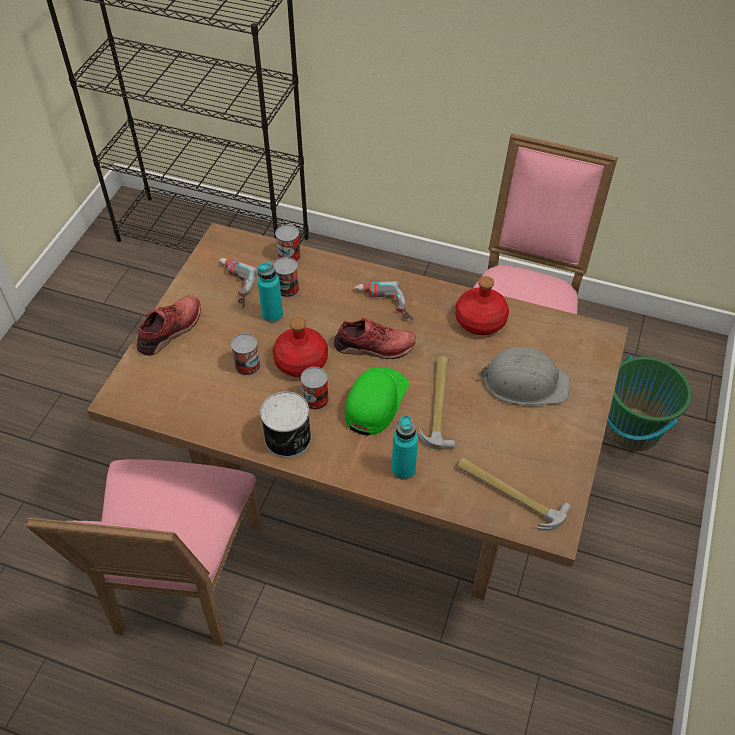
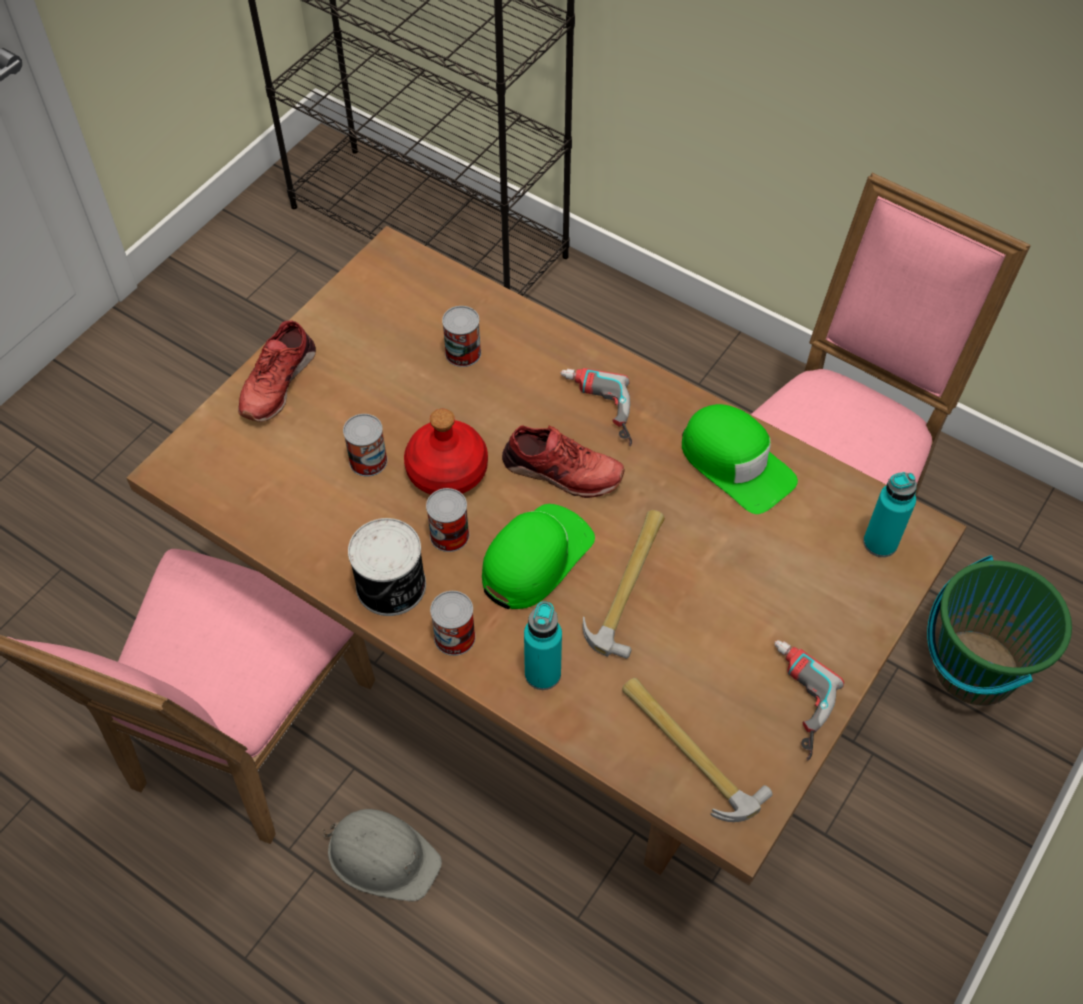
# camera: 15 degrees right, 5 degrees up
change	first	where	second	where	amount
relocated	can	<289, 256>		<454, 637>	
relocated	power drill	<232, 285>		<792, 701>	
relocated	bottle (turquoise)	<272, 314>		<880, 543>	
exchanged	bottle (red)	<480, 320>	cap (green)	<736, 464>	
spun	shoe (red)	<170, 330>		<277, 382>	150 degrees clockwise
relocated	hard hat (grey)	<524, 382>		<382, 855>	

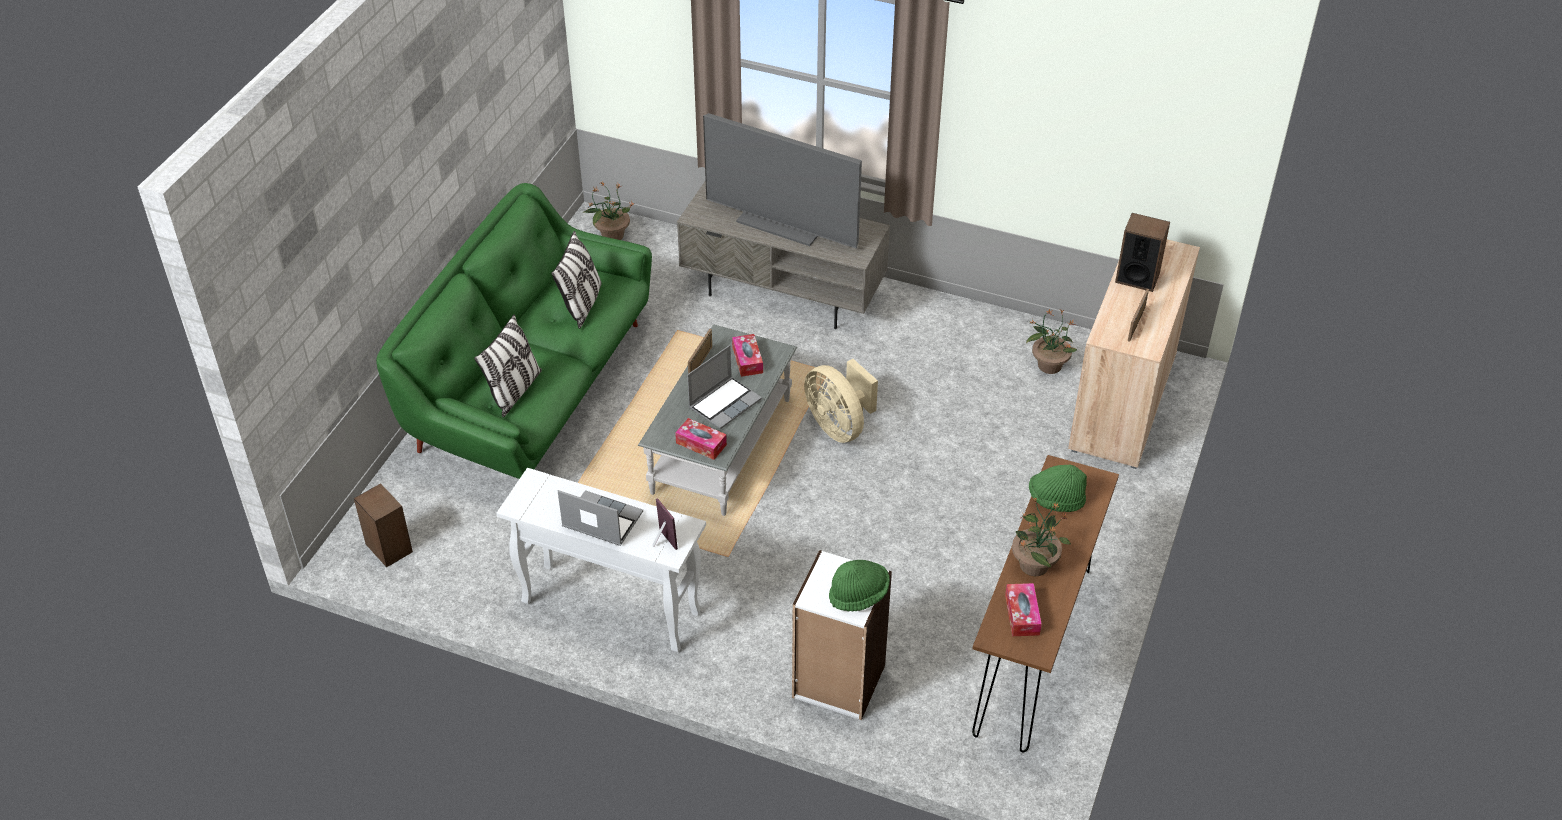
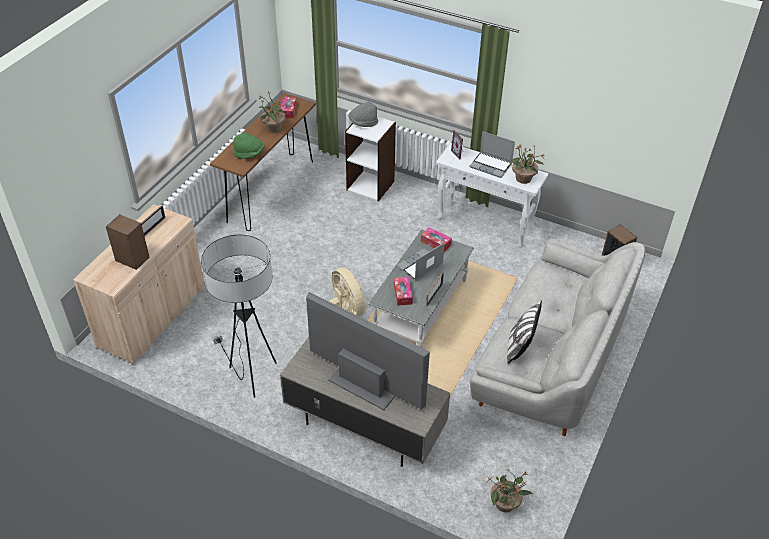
# camera: 175 degrees left, 0 degrees up
change	first	where	second	where	amount
colour	sofa (green)	<532, 388>	sofa (grey)	<549, 359>	
relocated	potted plant	<1049, 365>		<523, 179>	
missing	pillow	<514, 391>			
colour	hat (green)	<859, 594>	hat (grey)	<363, 123>	
appeared			floor lamp	<252, 376>	

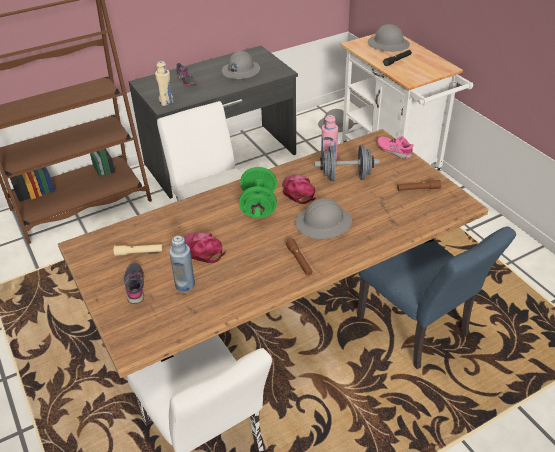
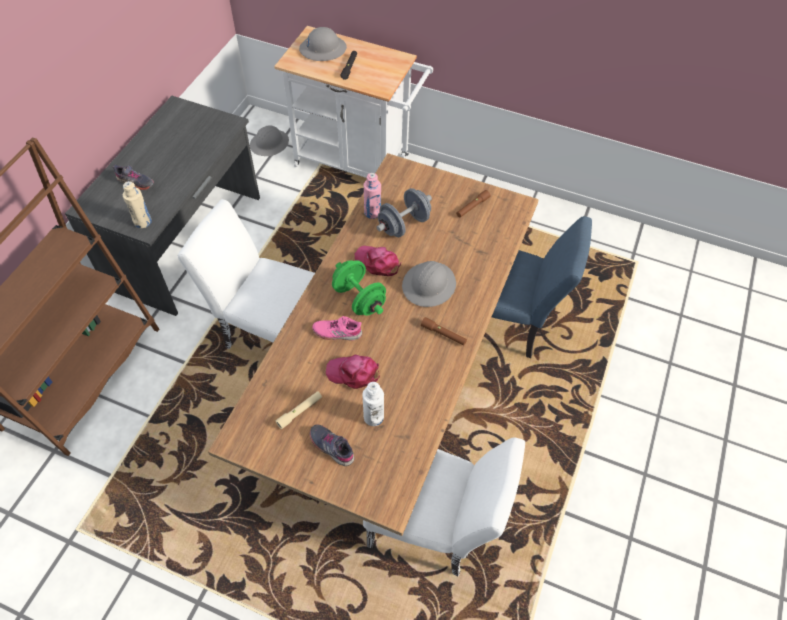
# camera: 40 degrees left, 15 degrees up
change	first	where	second	where	amount
missing	hard hat (grey)	<240, 71>			
relocated	shoe (pink)	<394, 150>		<337, 332>	
colour	bottle (blue)	<185, 284>	bottle (white)	<373, 417>	

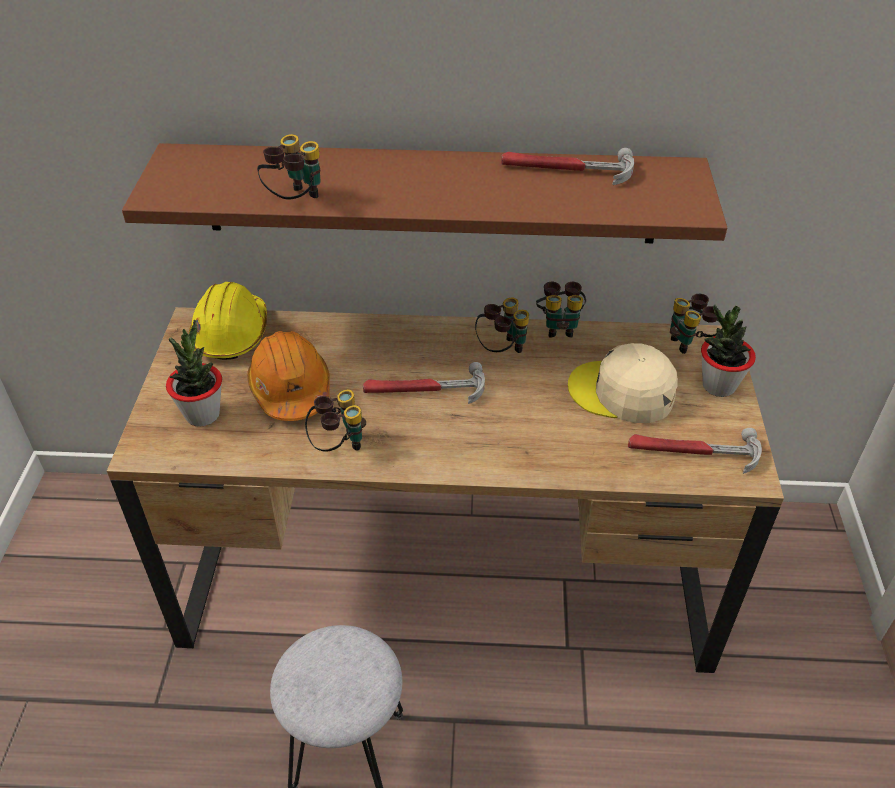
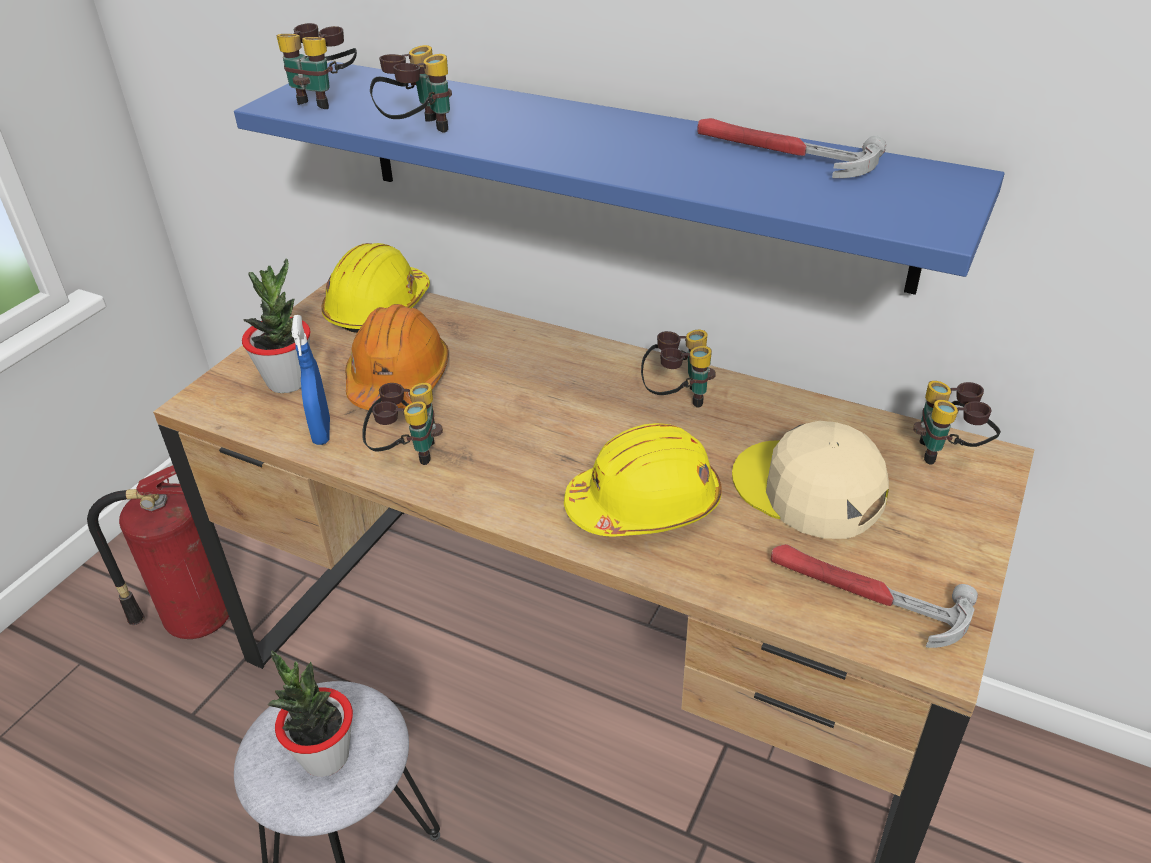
# camera: 25 degrees right, 5 degrees down
change	first	where	second	where	amount
colour	shelf (brown)	<430, 194>	shelf (blue)	<623, 171>	
relocated	binoculars	<559, 327>		<325, 99>	
relocated	potted plant	<718, 386>		<325, 756>	
missing	hammer	<424, 390>			
appeared			spray bottle (blue)	<322, 432>	
appeared			hard hat (yellow)	<645, 505>	
appeared			fire extinguisher	<195, 618>	

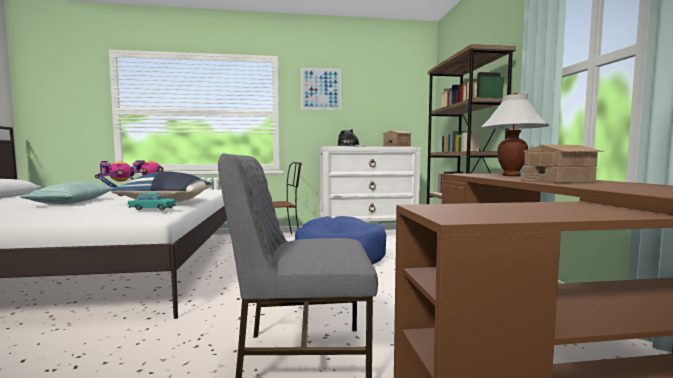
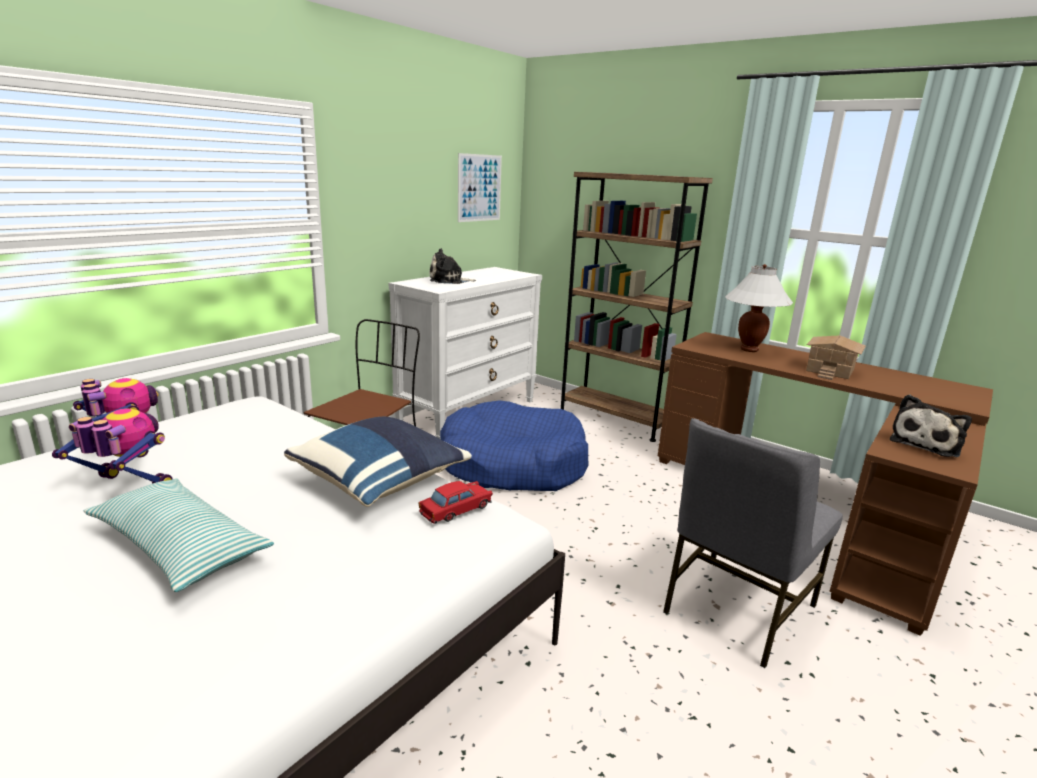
# camera: 45 degrees left, 15 degrees up
change	first	where	second	where	amount
relocated	picture	<321, 89>		<479, 188>	
missing	toy house	<397, 146>			
colour	toy car (turquoise)	<152, 209>	toy car (red)	<456, 509>	
appeared			plush toy	<927, 444>	

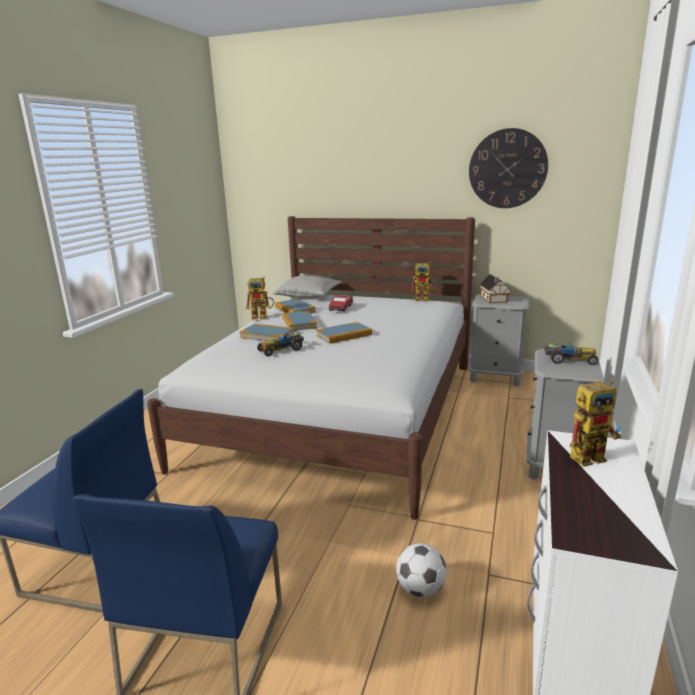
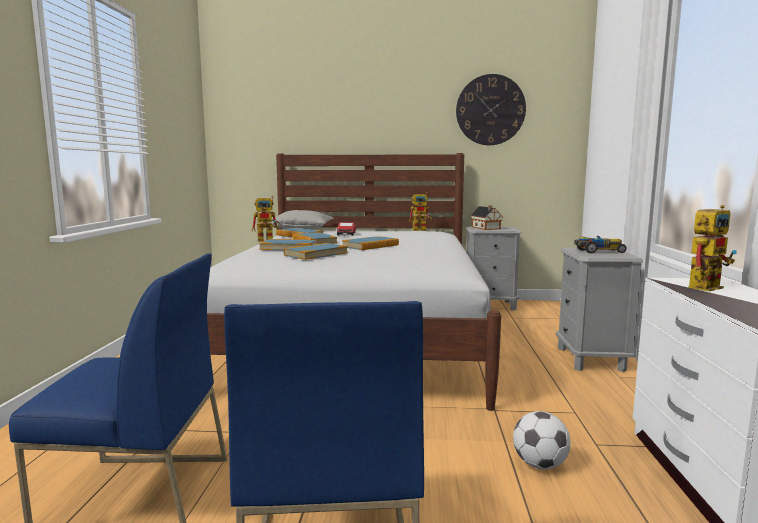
# camera: 15 degrees left, 10 degrees down
change	first	where	second	where	amount
exchanged	toy car	<282, 349>	book	<316, 254>	

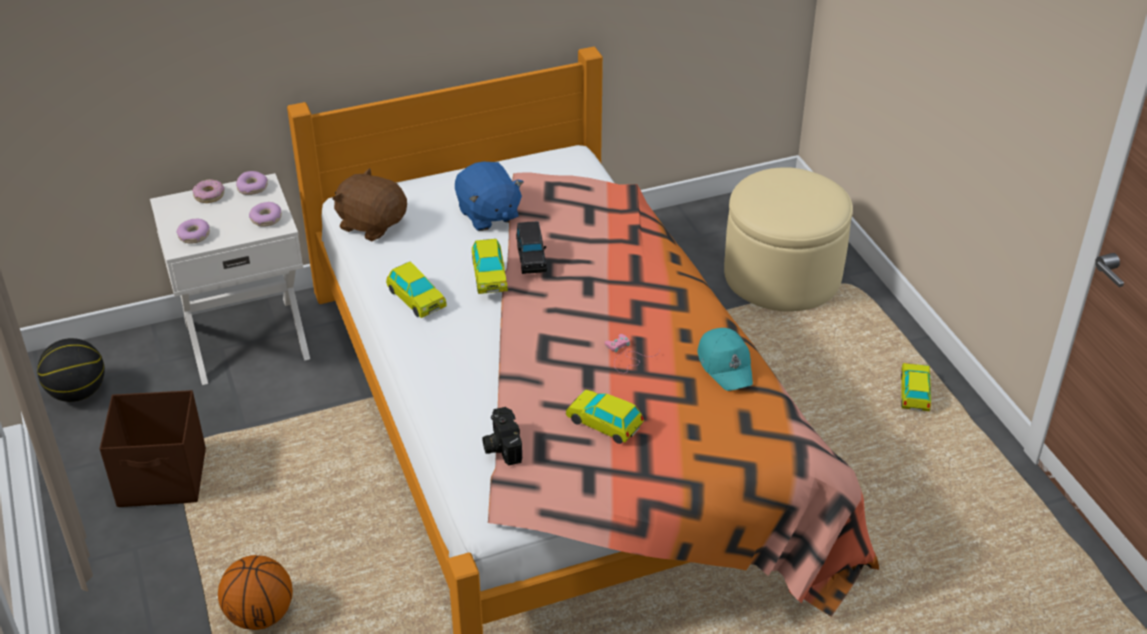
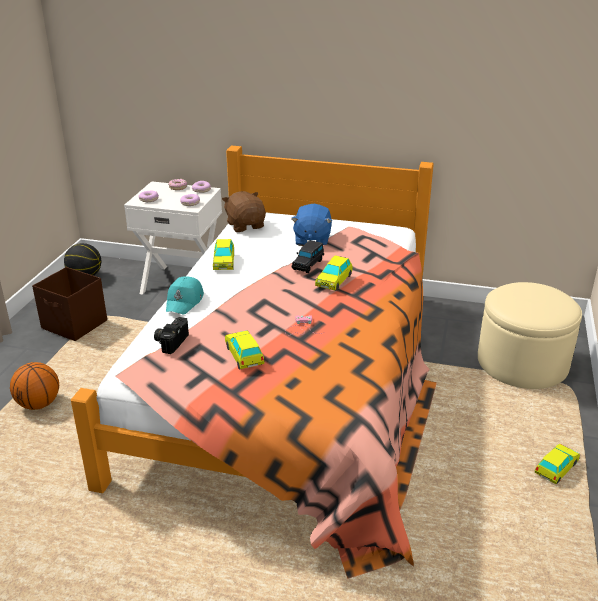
# camera: 35 degrees right, 10 degrees down
change	first	where	second	where	amount
relocated	toy car	<489, 276>		<334, 281>	
relocated	cap (turquoise)	<726, 365>		<185, 301>	

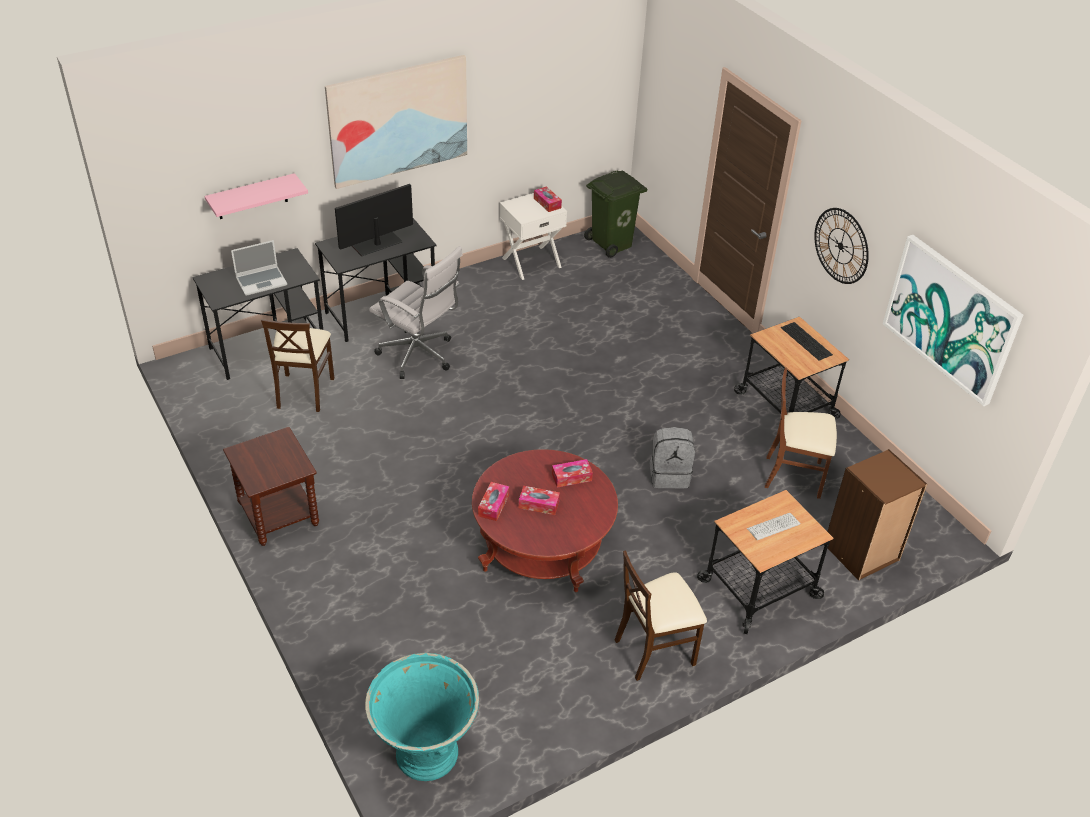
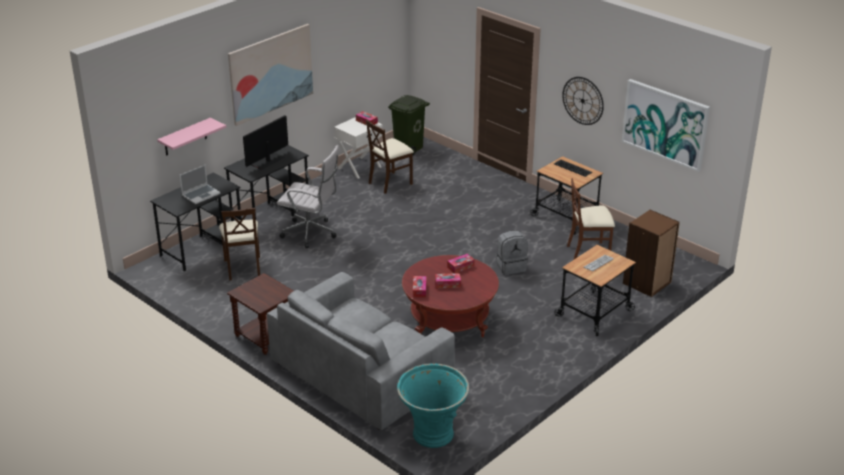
# camera: 15 degrees left, 10 degrees down
change	first	where	second	where	amount
relocated	chair (beige)	<655, 650>		<390, 183>	
appeared			sofa (grey)	<360, 372>	

